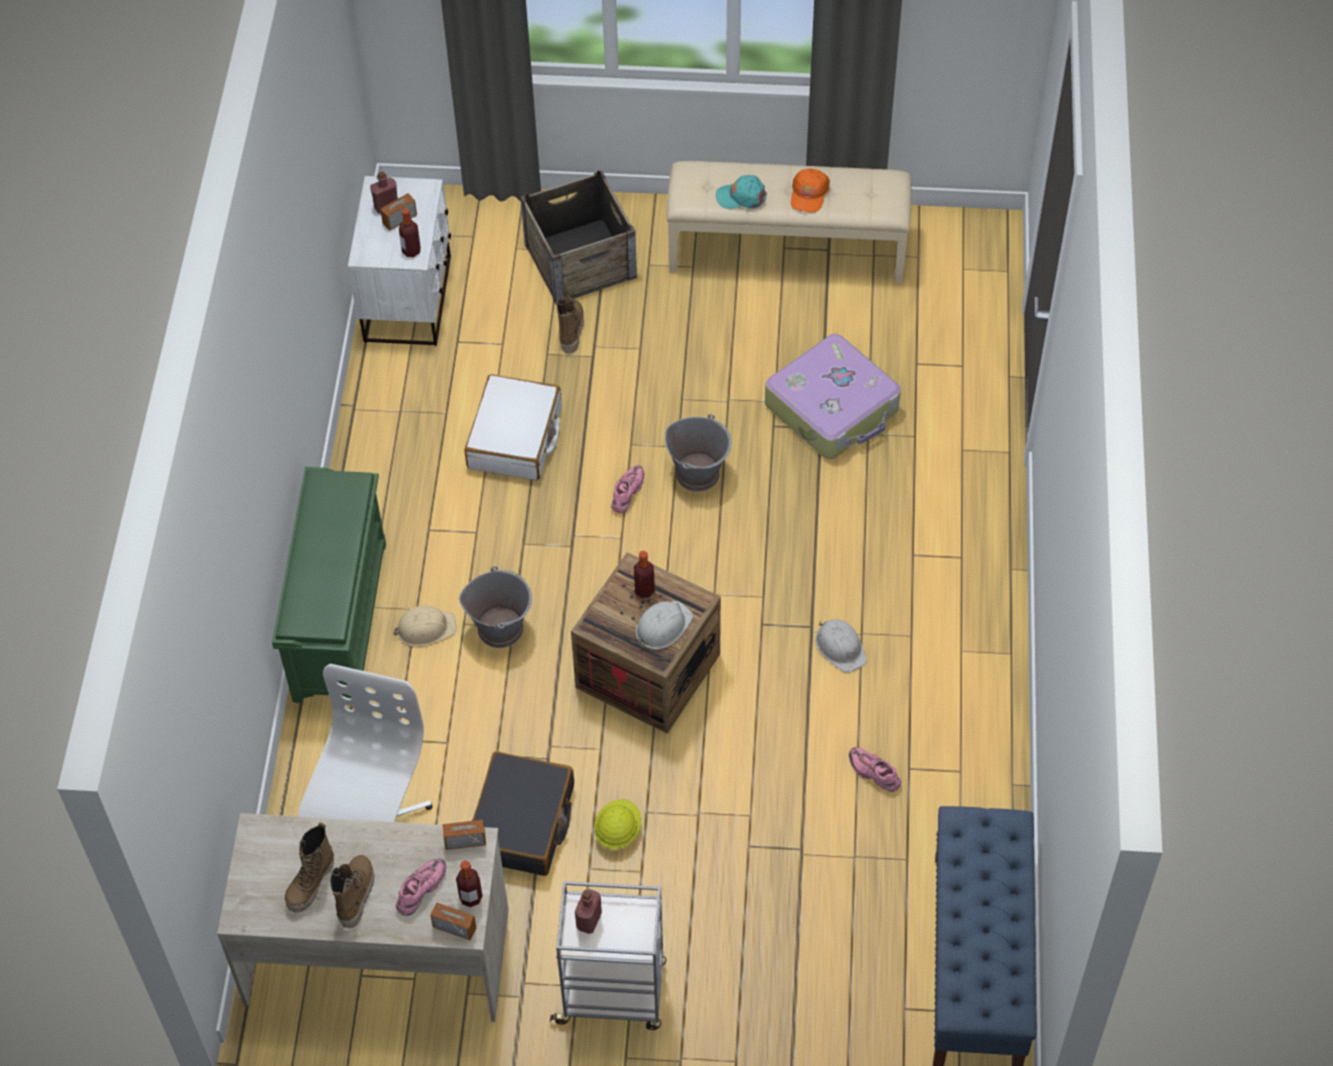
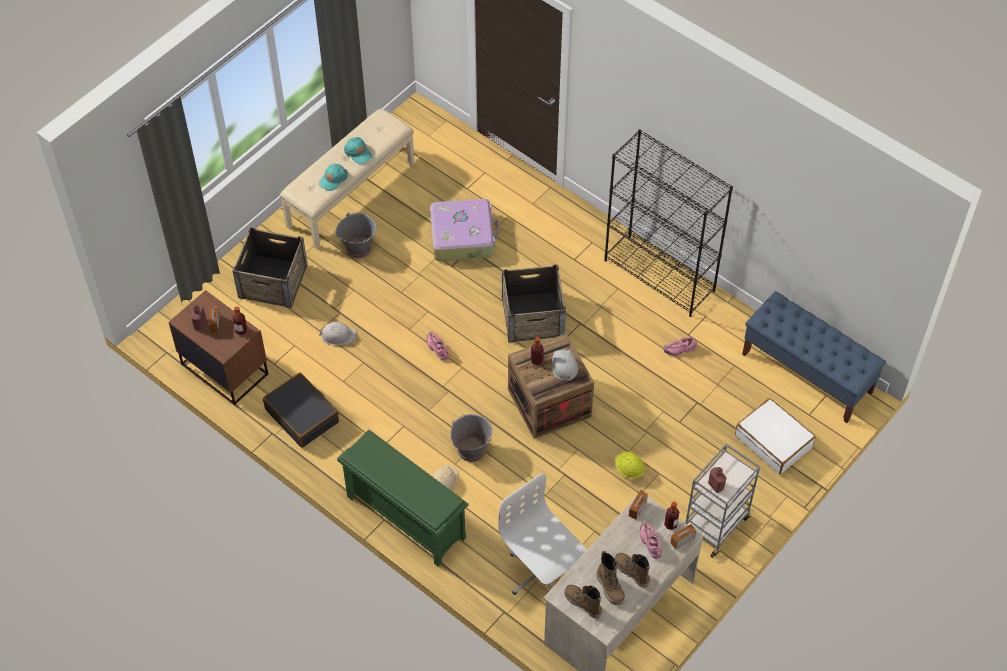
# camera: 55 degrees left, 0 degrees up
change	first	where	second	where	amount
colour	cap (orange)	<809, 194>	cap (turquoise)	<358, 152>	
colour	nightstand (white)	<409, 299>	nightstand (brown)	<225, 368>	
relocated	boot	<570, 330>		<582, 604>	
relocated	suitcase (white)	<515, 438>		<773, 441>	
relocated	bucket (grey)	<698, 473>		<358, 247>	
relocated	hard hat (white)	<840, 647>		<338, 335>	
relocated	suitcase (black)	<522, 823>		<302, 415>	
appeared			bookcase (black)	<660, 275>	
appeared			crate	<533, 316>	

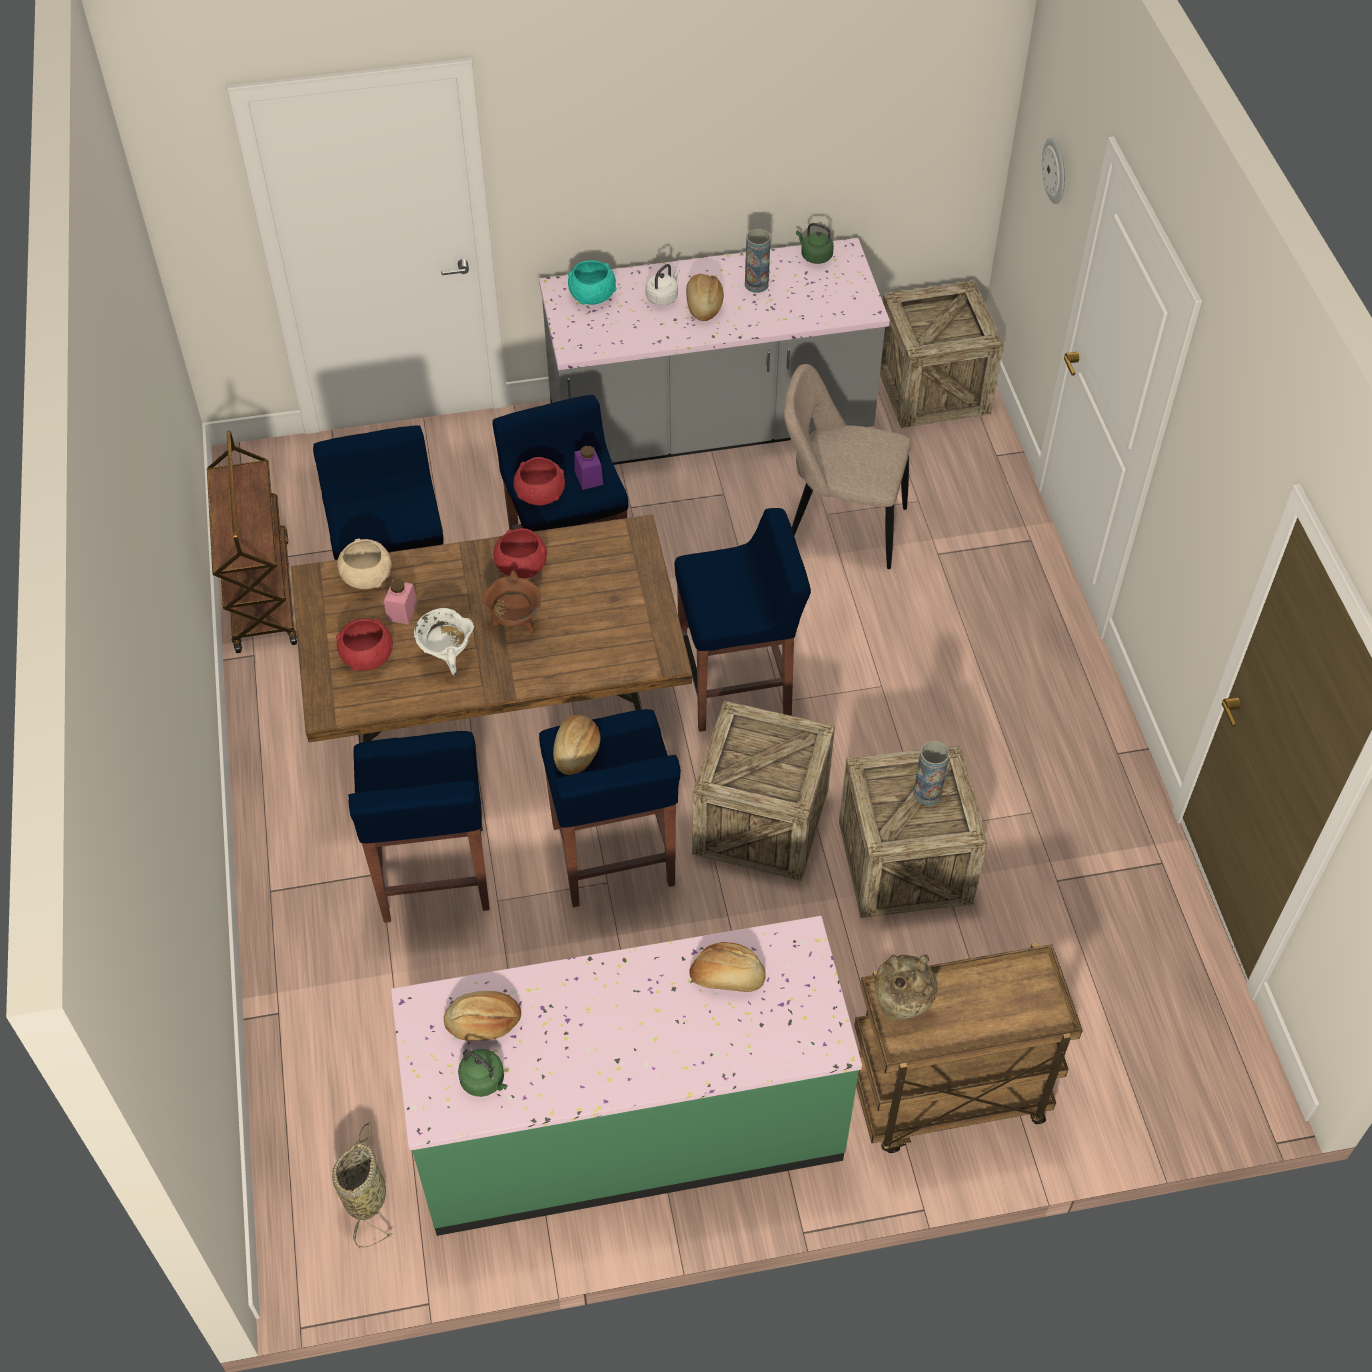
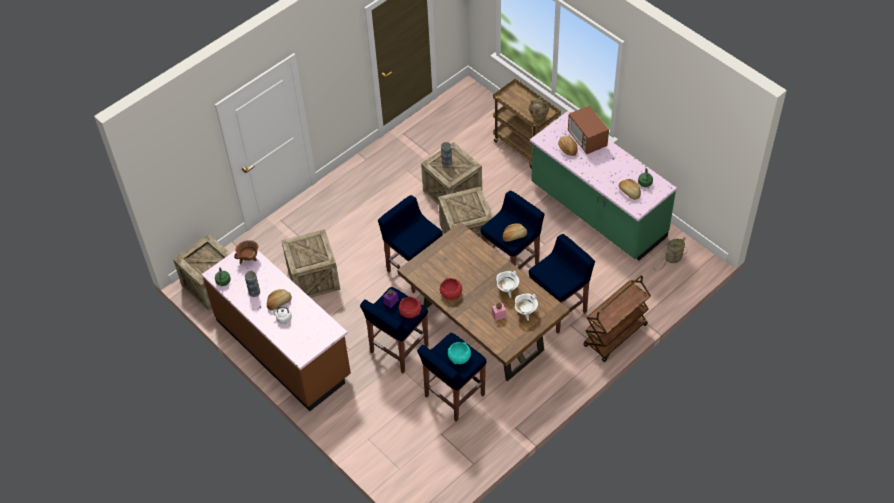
# camera: 120 degrees left, 0 degrees up
change	first	where	second	where	amount
missing	wall clock	<1055, 170>			
colour	counter (grey)	<710, 425>	counter (brown)	<284, 348>	
relocated	bowl (turquoise)	<592, 295>		<459, 357>	
exchanged	chair (beige)	<839, 527>	crate	<313, 278>	
relocated	cart (brown)	<261, 593>		<615, 336>	
missing	bowl (beige)	<367, 576>			
relocated	cooking pot (brown)	<515, 623>		<249, 259>	
exchanged	bowl (red)	<367, 656>	cooking pot (white)	<525, 312>	
appeared			microwave	<587, 139>	

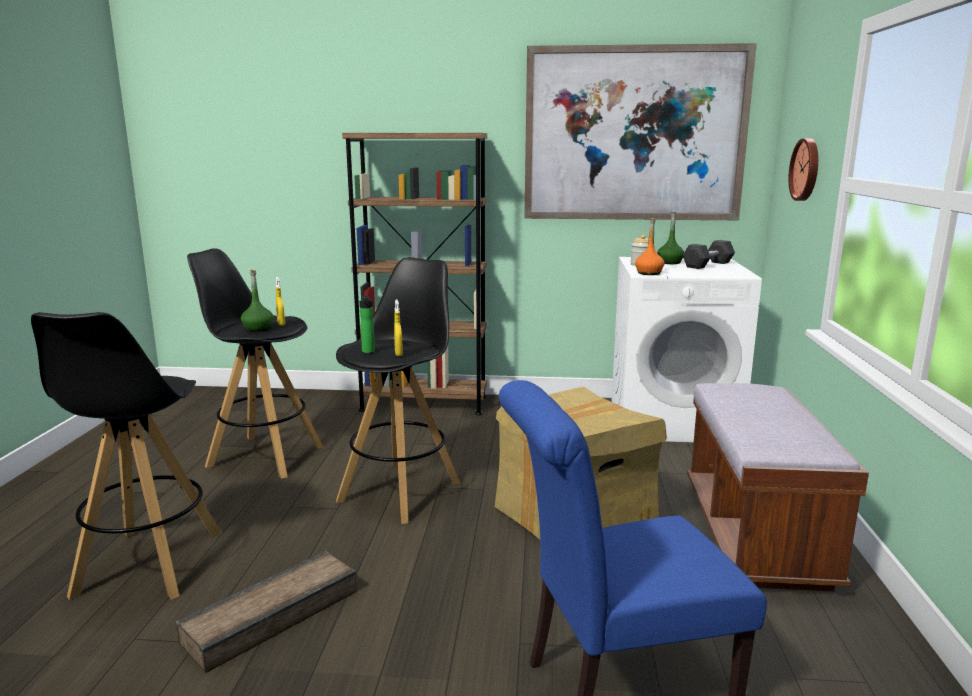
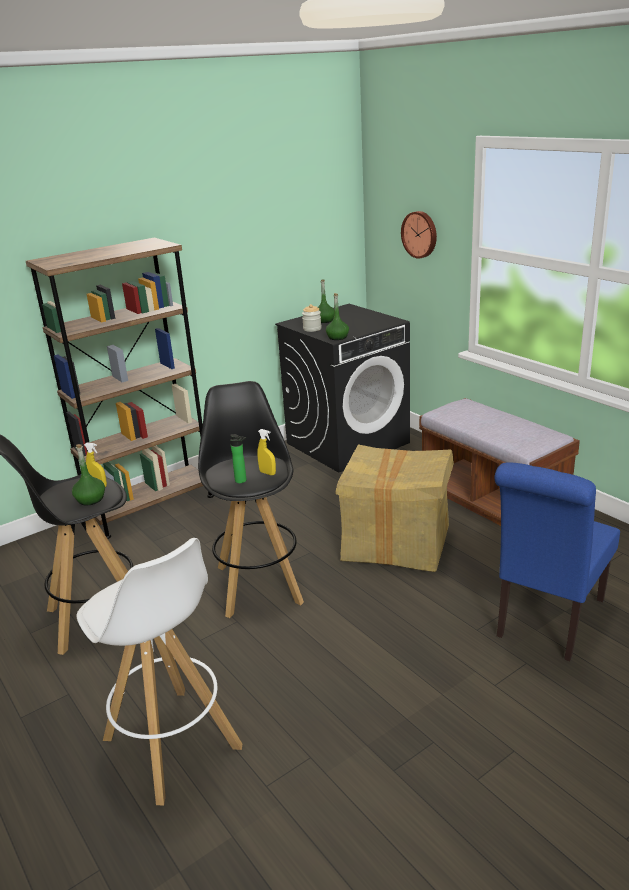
# camera: 40 degrees left, 10 degrees up
change	first	where	second	where	amount
missing	picture	<633, 135>			
colour	bottle (orange)	<649, 273>	bottle (green)	<337, 337>	
missing	dumbbell (grey)	<708, 265>			
colour	washing machine (white)	<673, 420>	washing machine (black)	<348, 442>	
colour	stool (black)	<148, 564>	stool (white)	<172, 744>	
missing	crate	<271, 615>			

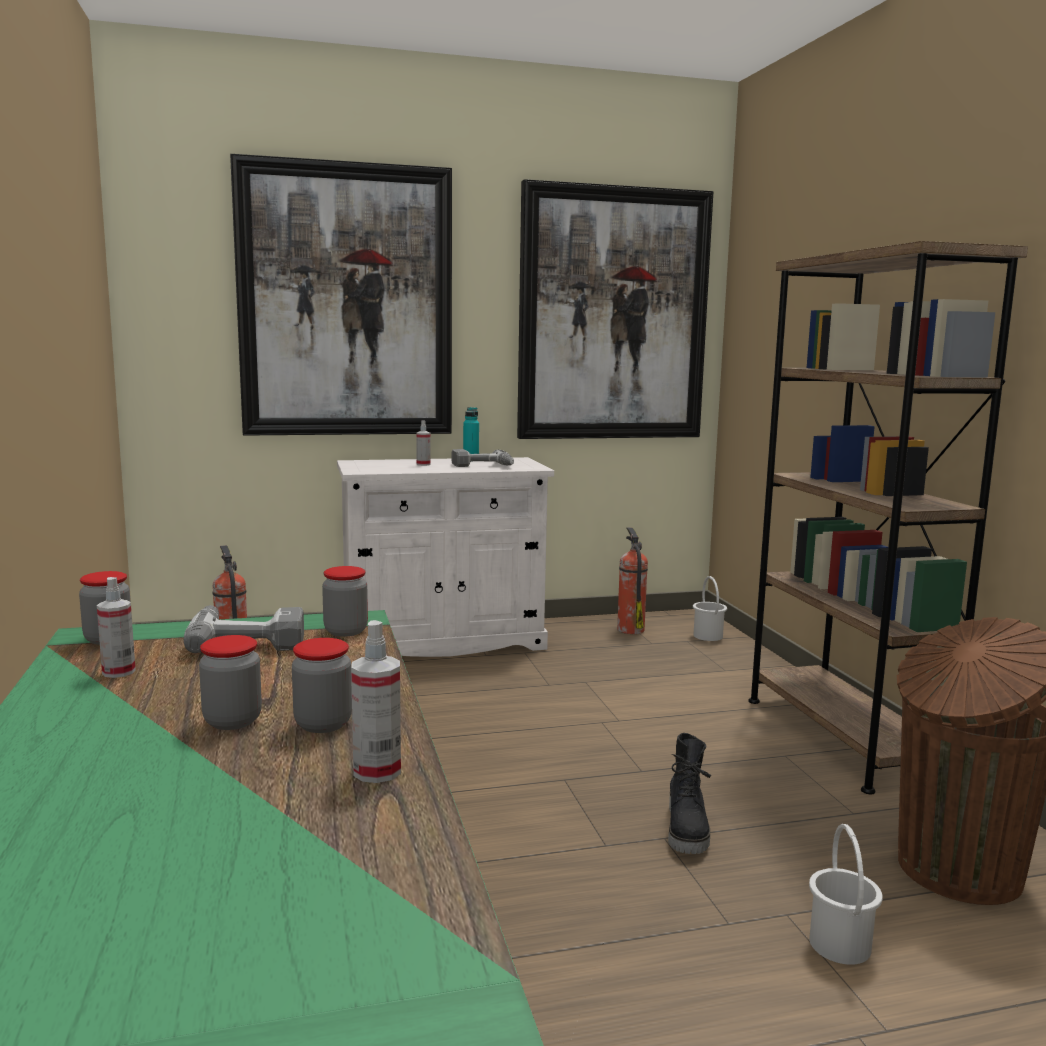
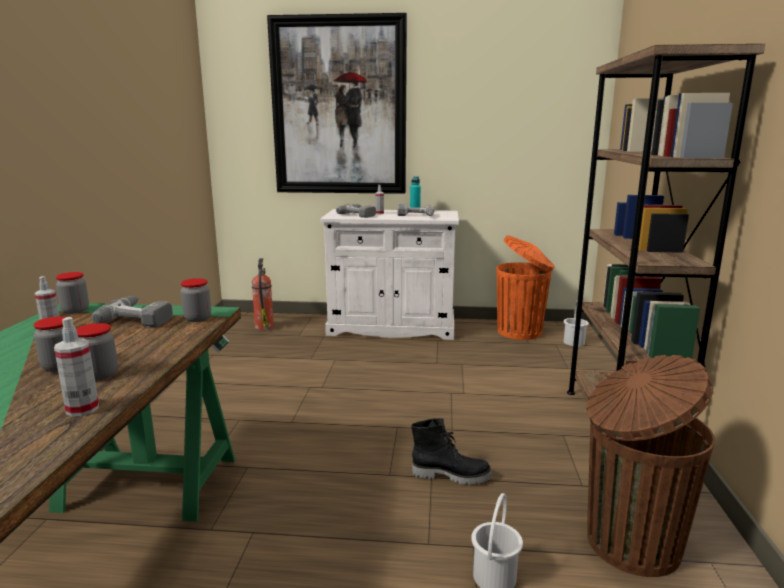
# camera: 20 degrees right, 5 degrees up
change	first	where	second	where	amount
missing	picture	<613, 315>			
exchanged	fire extinguisher	<630, 629>	trash can (orange)	<521, 332>	
spun	boot (black)	<688, 830>		<451, 475>	105 degrees counterclockwise
appeared			power drill	<360, 214>	

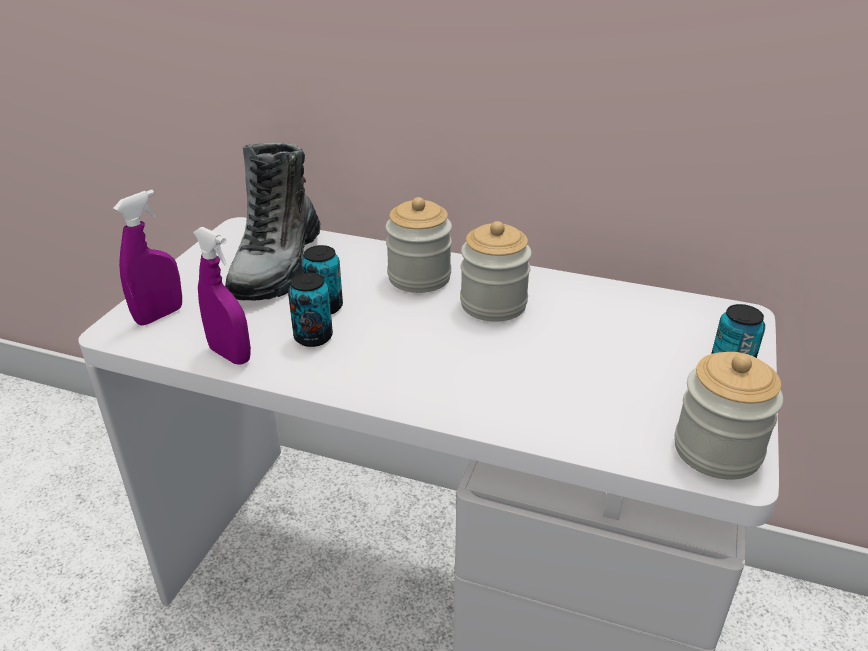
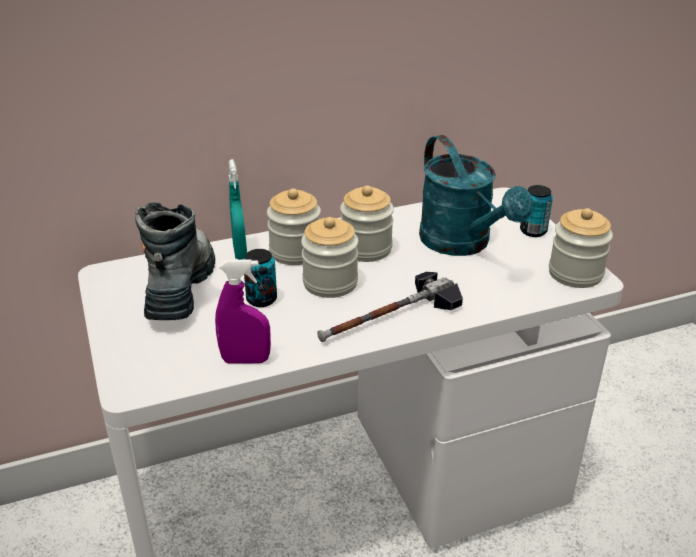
# camera: 40 degrees left, 0 degrees up
change	first	where	second	where	amount
spun	boot	<277, 265>		<180, 287>	150 degrees counterclockwise
missing	spray bottle (purple)	<159, 315>			
missing	can	<313, 337>			
appeared			watering can (turquoise)	<462, 244>	
appeared			spray bottle (turquoise)	<240, 251>	
appeared			jar	<330, 283>	
appeared			hammer	<389, 317>	

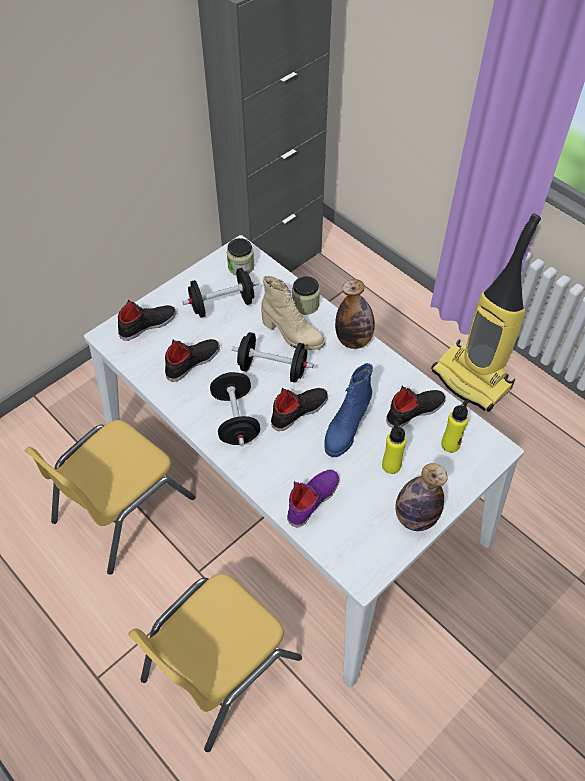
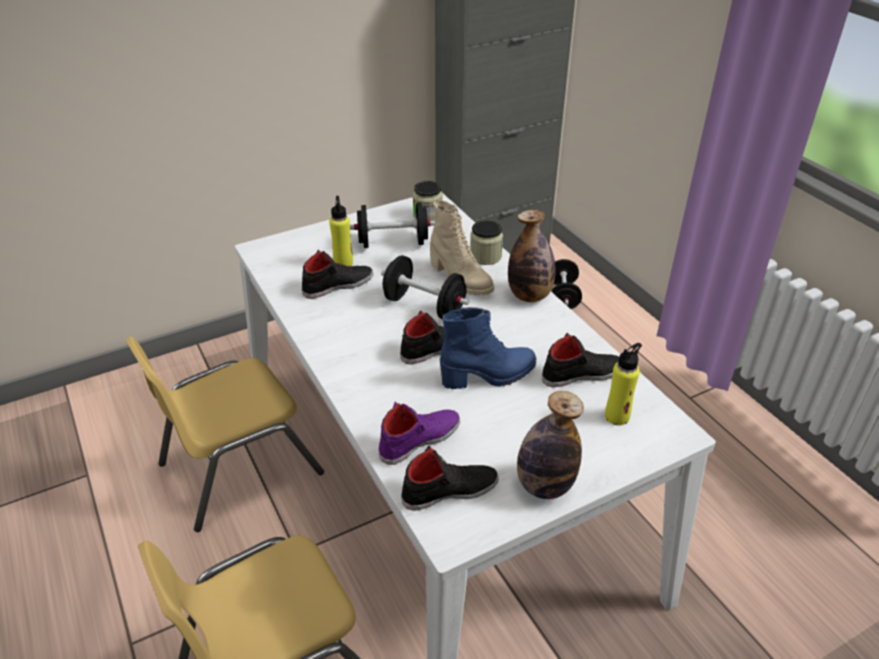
# camera: 15 degrees right, 15 degrees down
change	first	where	second	where	amount
missing	vacuum cleaner	<472, 379>			
relocated	shoe (black)	<147, 324>		<449, 490>	
spun	boot (blue)	<346, 428>		<489, 376>	150 degrees counterclockwise
relocated	dumbbell (black)	<236, 419>		<563, 296>	
relocated	bottle (yellow)	<391, 465>		<343, 263>	

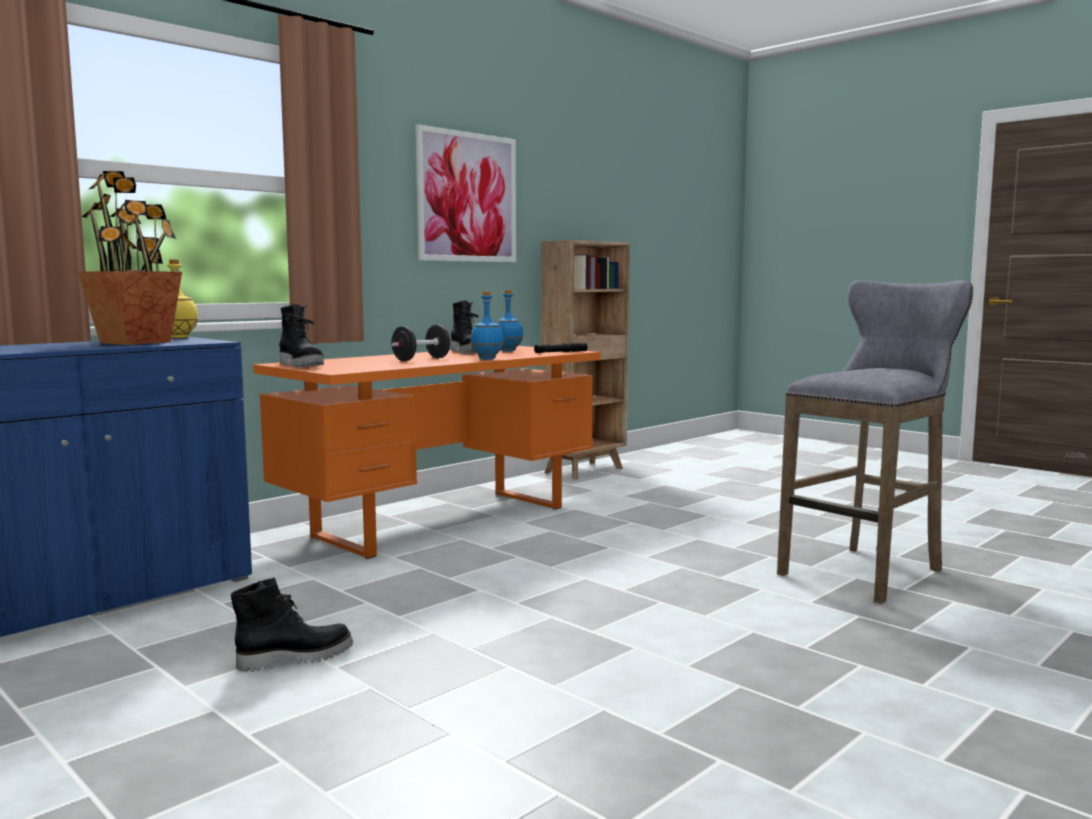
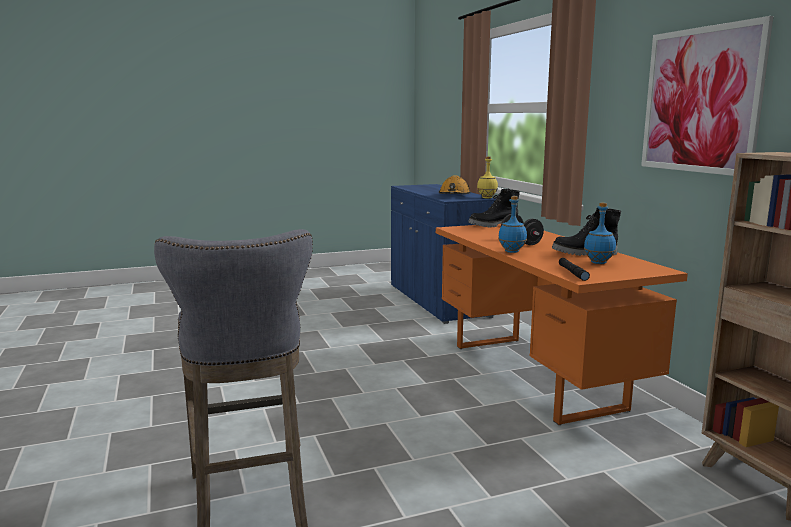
# camera: 115 degrees right, 5 degrees up
change	first	where	second	where	amount
exchanged	potted plant	<136, 342>	hard hat (orange)	<454, 195>	
missing	boot (black)	<295, 658>			

